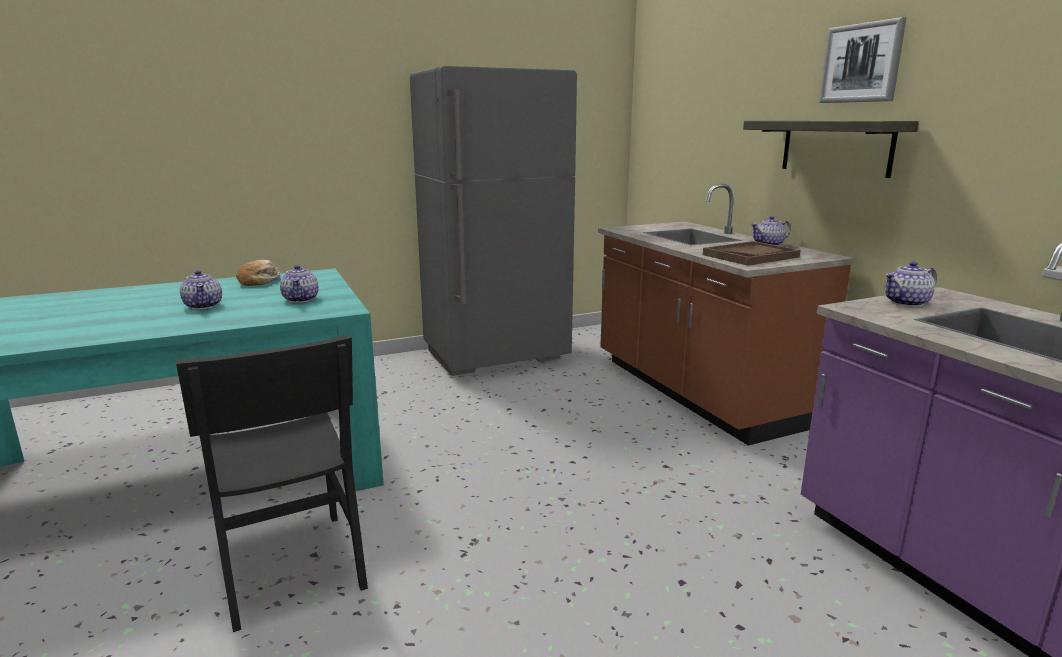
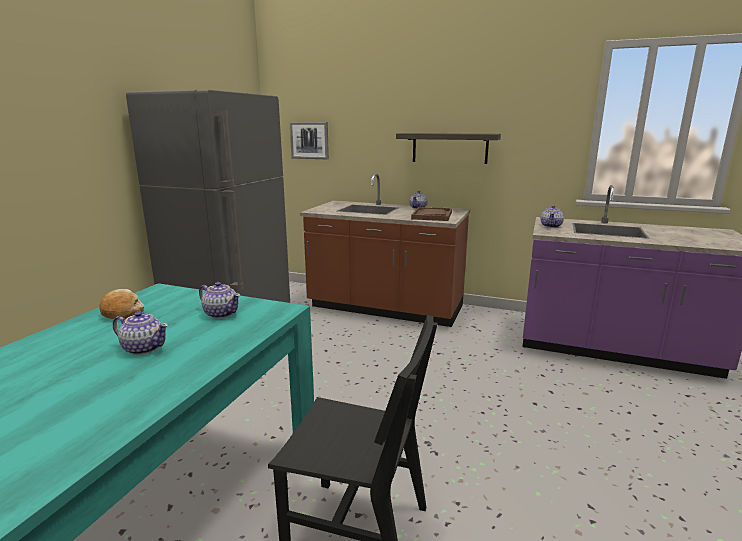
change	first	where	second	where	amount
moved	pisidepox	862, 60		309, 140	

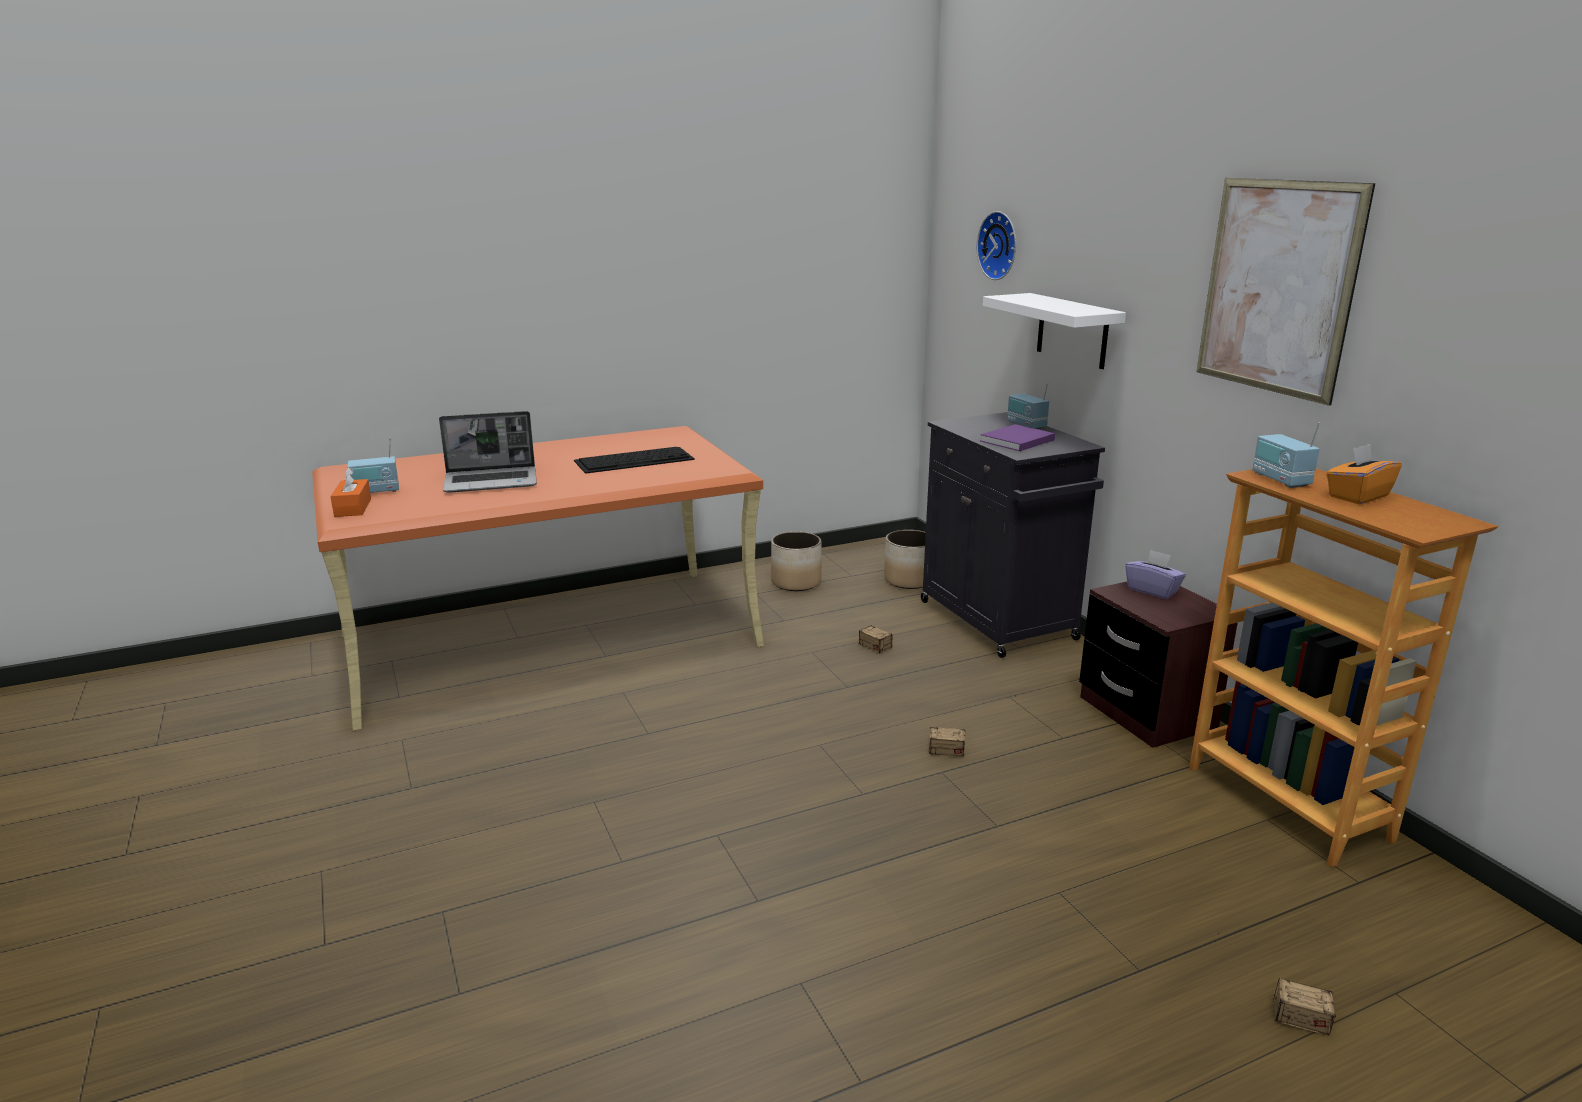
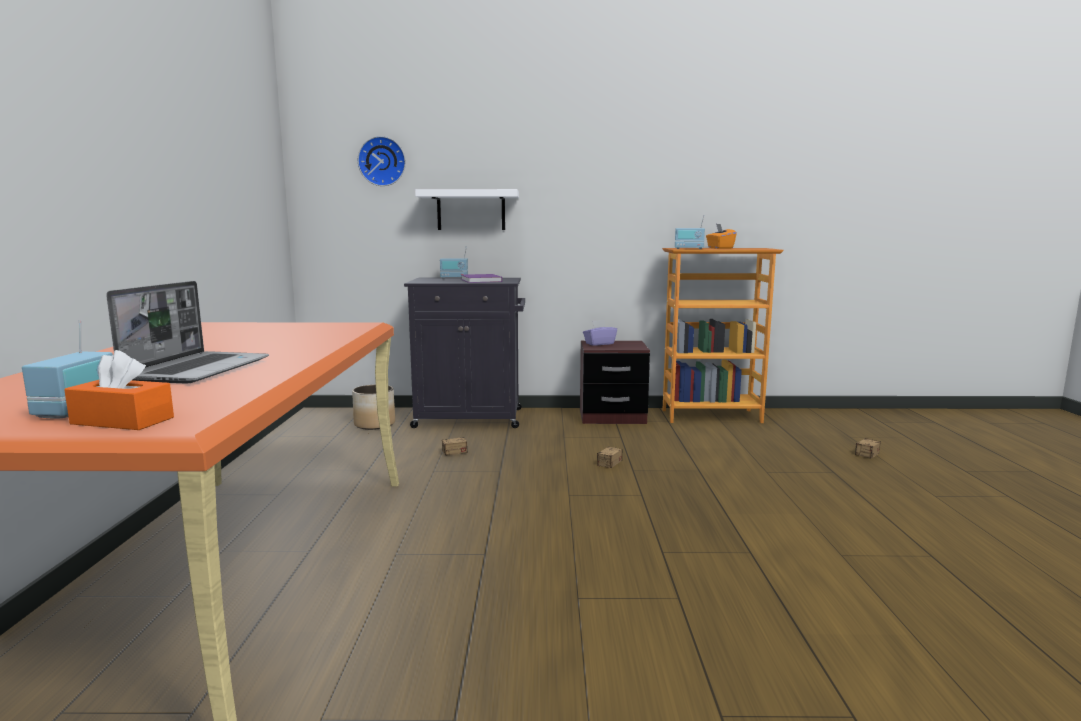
change	first	where	second	where	amount
removed	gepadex	634, 460			
removed	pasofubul	796, 561			
removed	pisidepox	1285, 292			

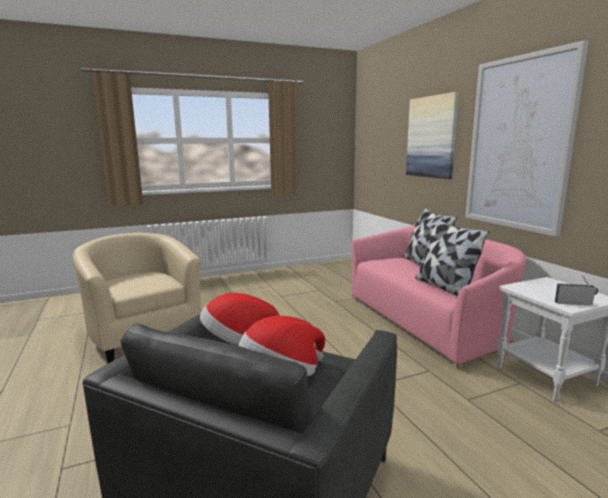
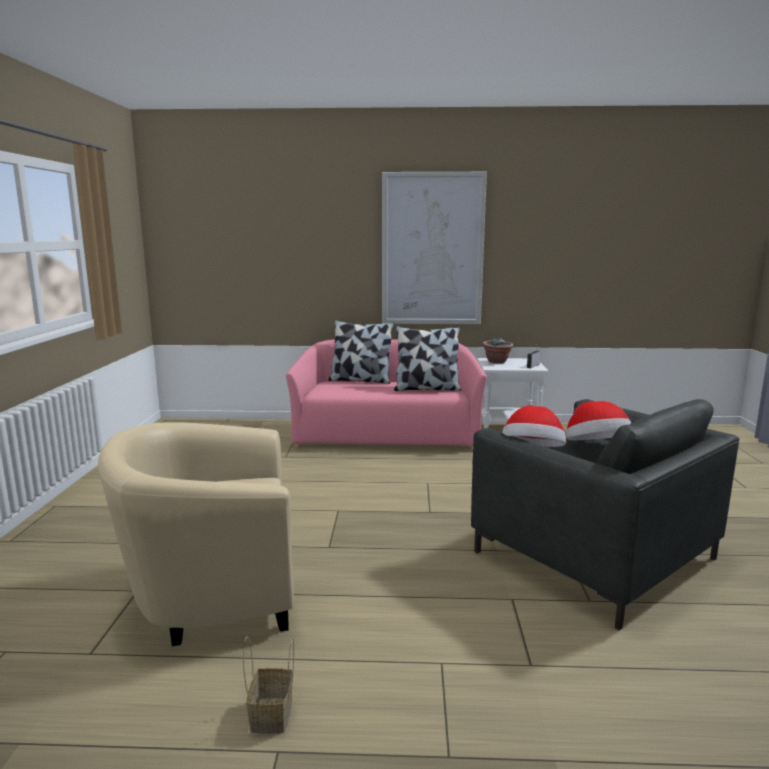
change	first	where	second	where	amount
added			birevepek	268, 685	
added			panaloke	498, 351	
removed	pisidepox	432, 135			

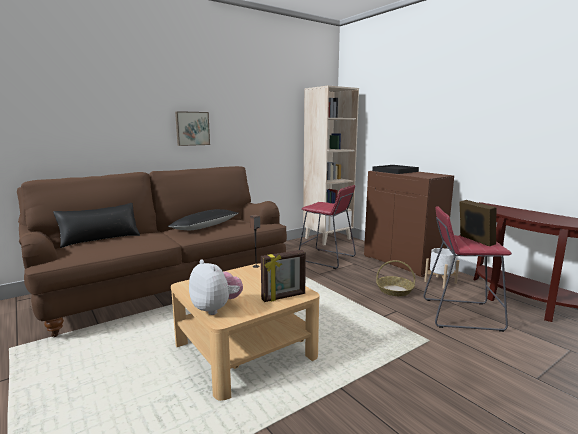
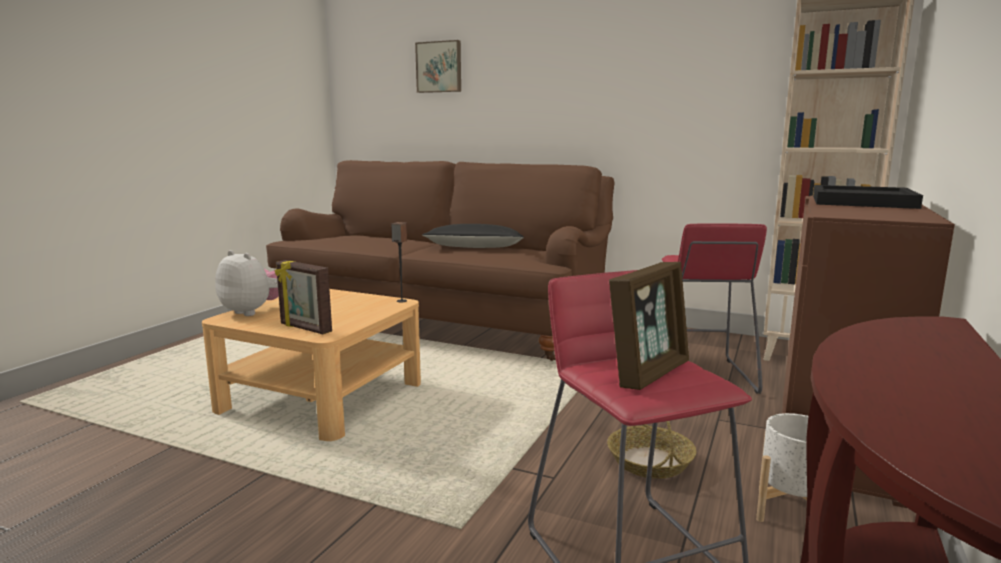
change	first	where	second	where	amount
turned	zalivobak	216, 287		247, 283	75 degrees counterclockwise
moved	pisidepox	192, 128		438, 66	
removed	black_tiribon	96, 225			

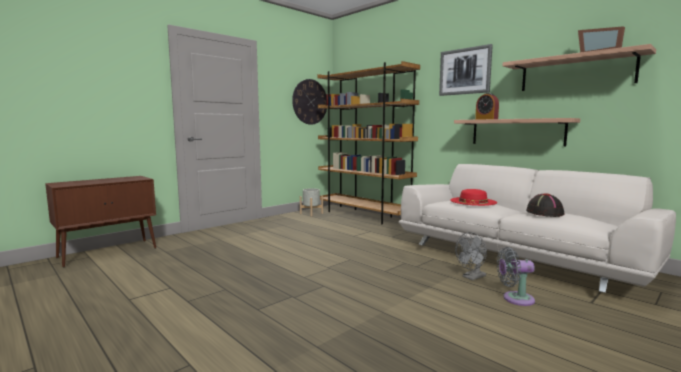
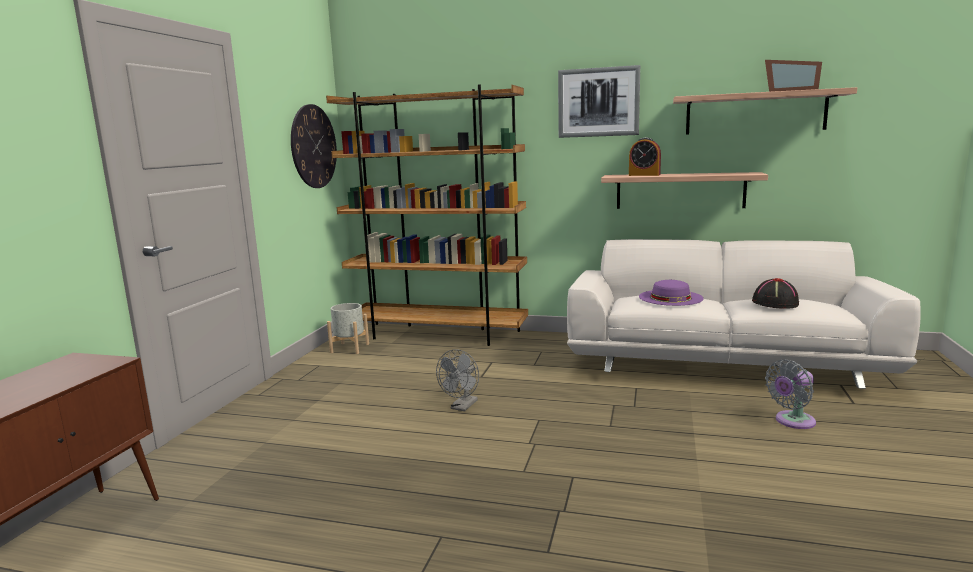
change	first	where	second	where	amount
moved	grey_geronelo	471, 256		457, 380	
recoloured	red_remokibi	473, 197	purple_remokibi	671, 293	

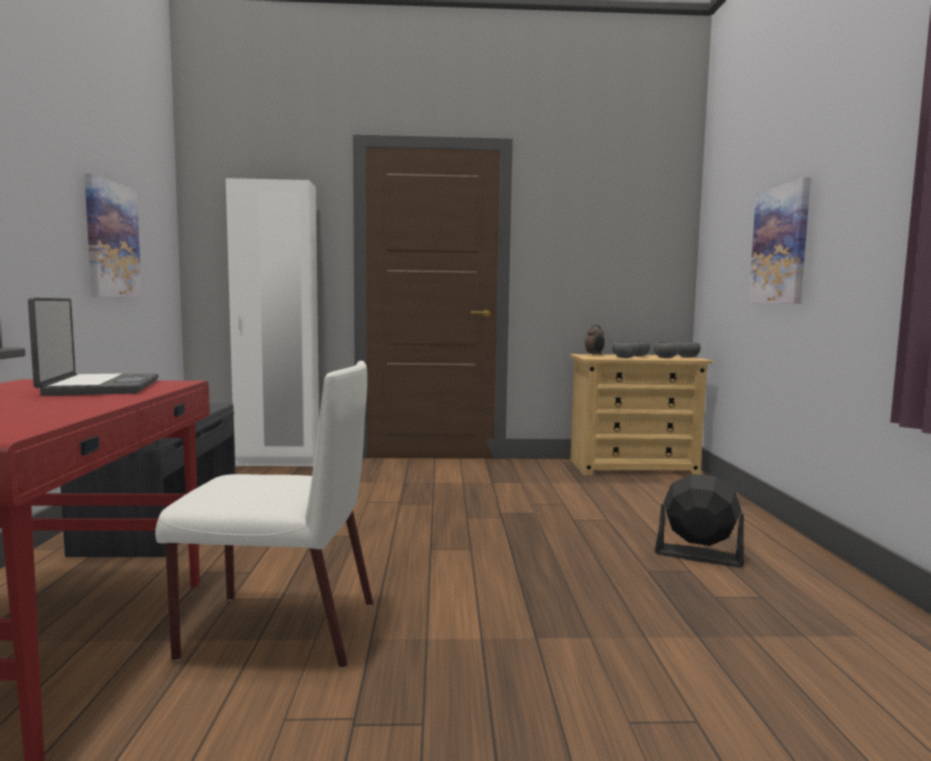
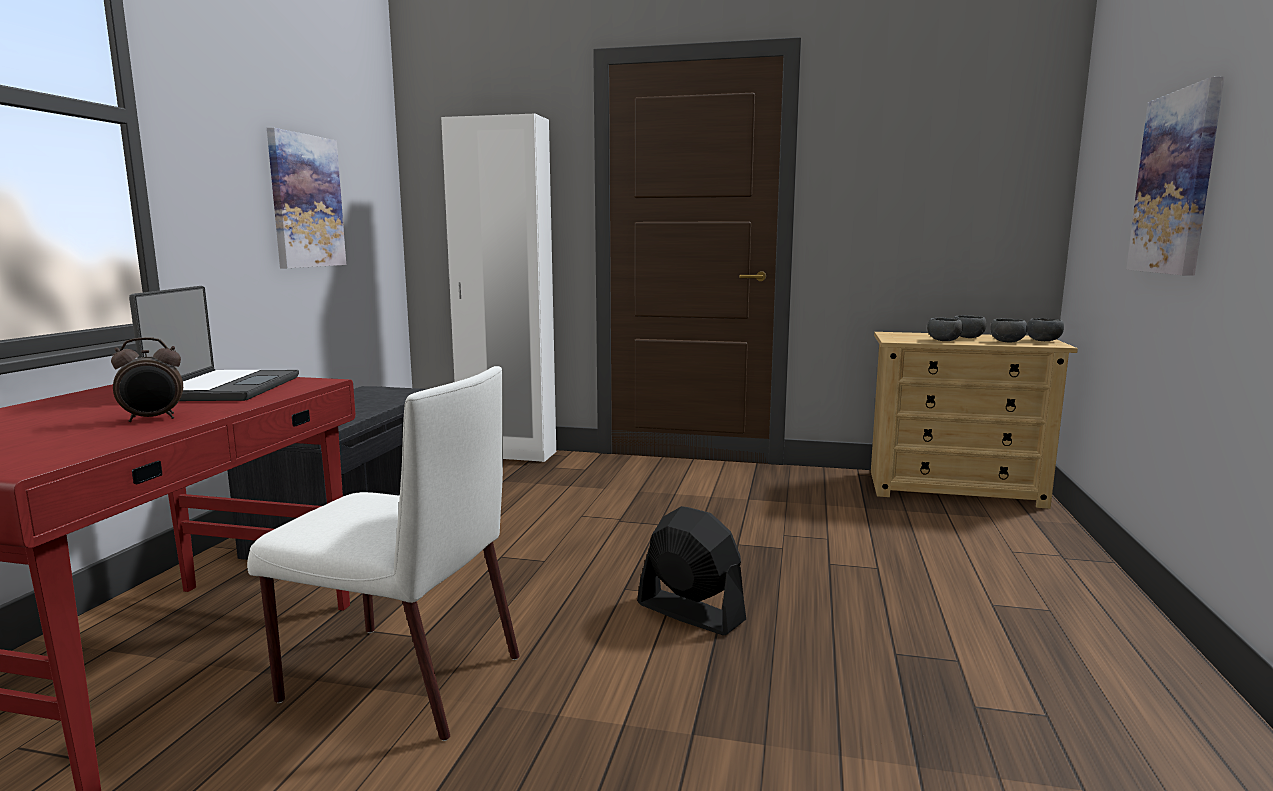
change	first	where	second	where	amount
moved	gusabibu	595, 340		147, 379	
moved	black_geronelo	699, 520		691, 570	

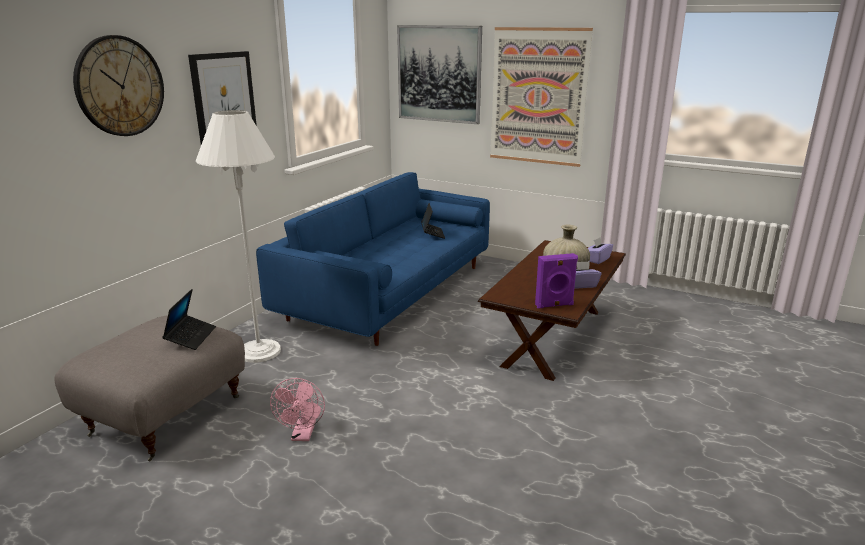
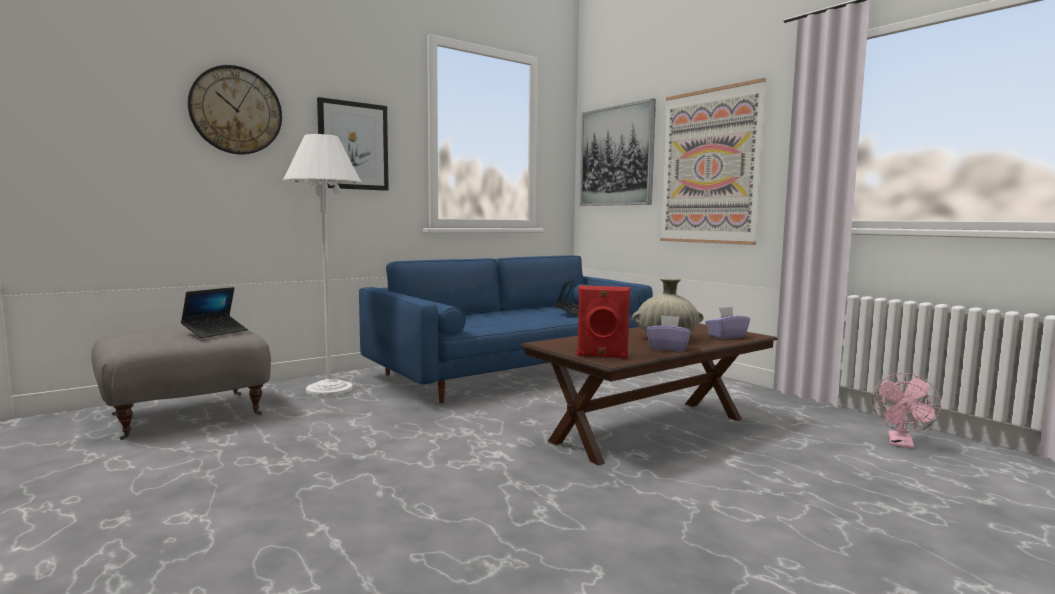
change	first	where	second	where	amount
recoloured	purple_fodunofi	556, 281	red_fodunofi	603, 322	
moved	pink_geronelo	297, 409		906, 411	

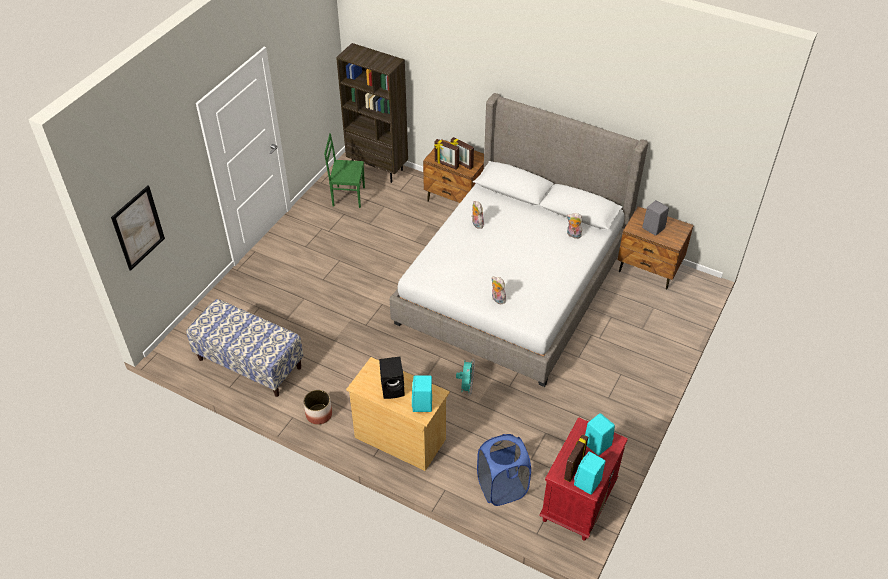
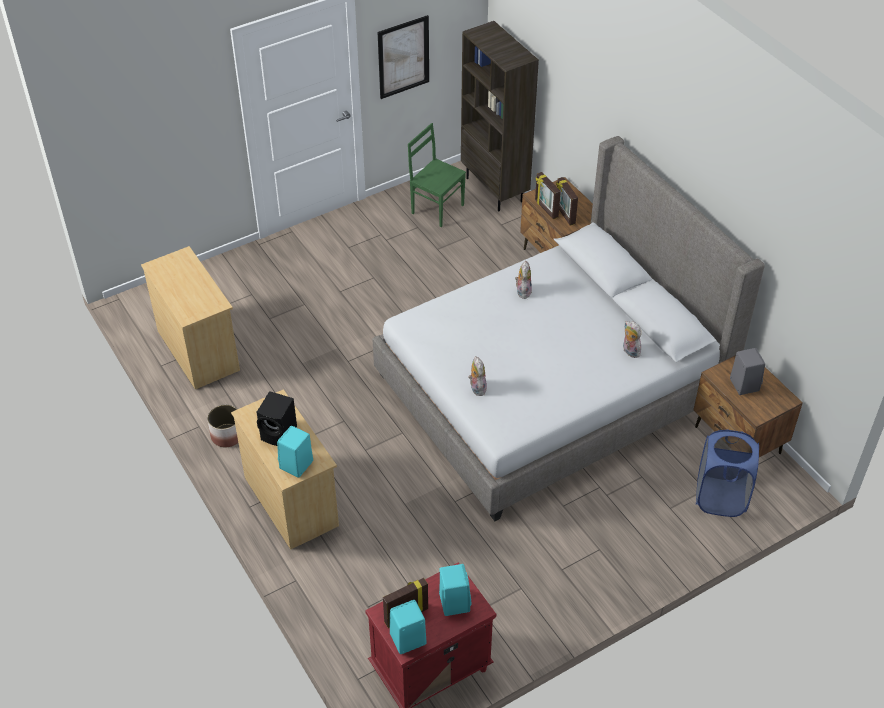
change	first	where	second	where	amount
replaced	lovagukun	244, 348	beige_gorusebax	190, 318	
moved	pisidepox	138, 228		403, 57	
moved	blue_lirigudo	504, 470		727, 473	
removed	turquoise_geronelo	465, 377			

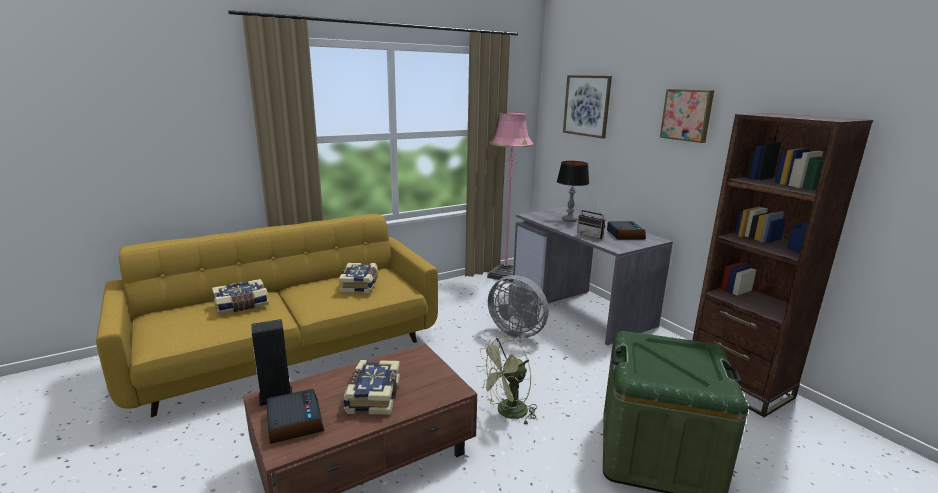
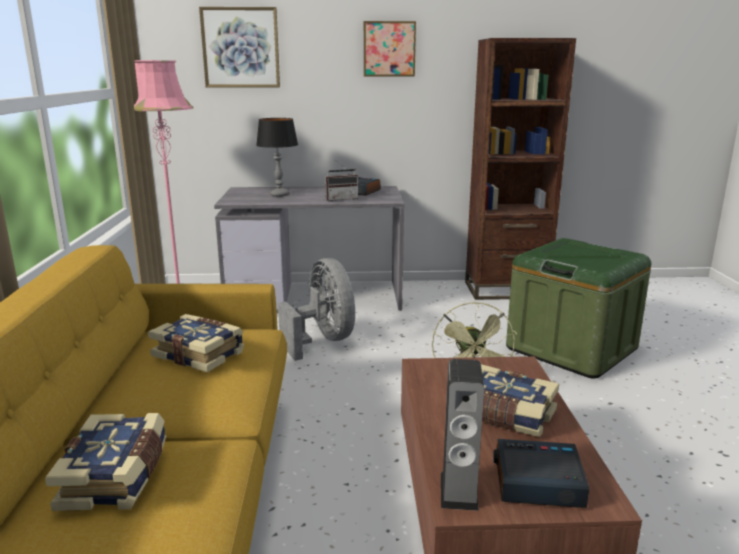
change	first	where	second	where	amount
turned	grey_geronelo	518, 306		316, 309	90 degrees counterclockwise

